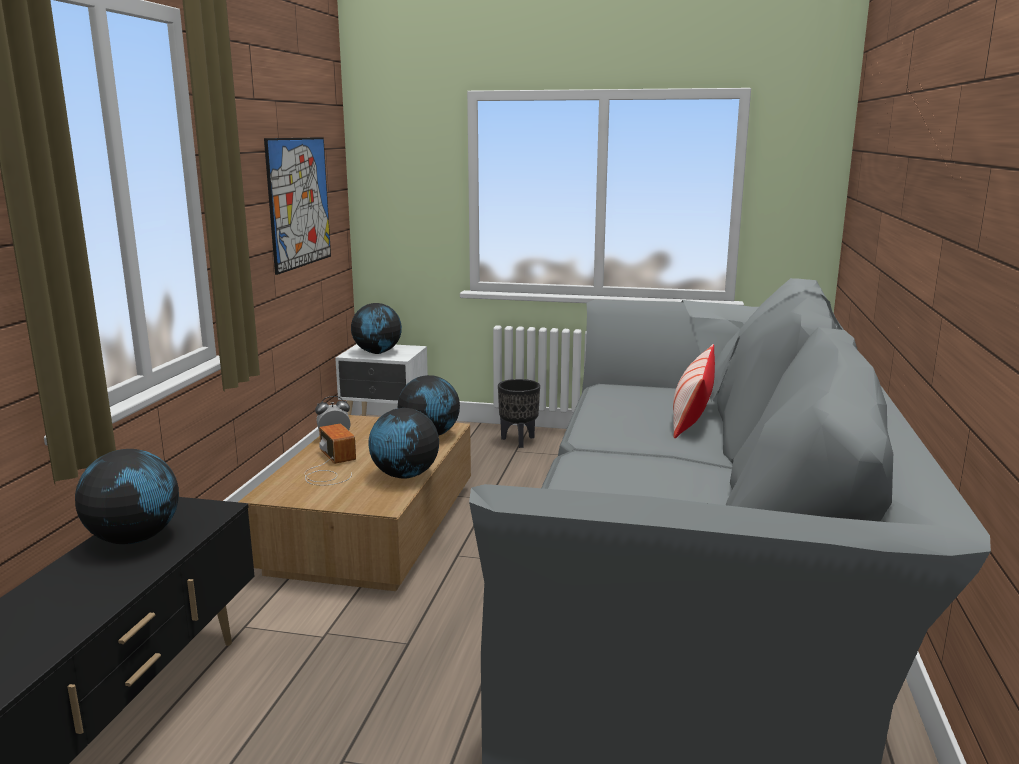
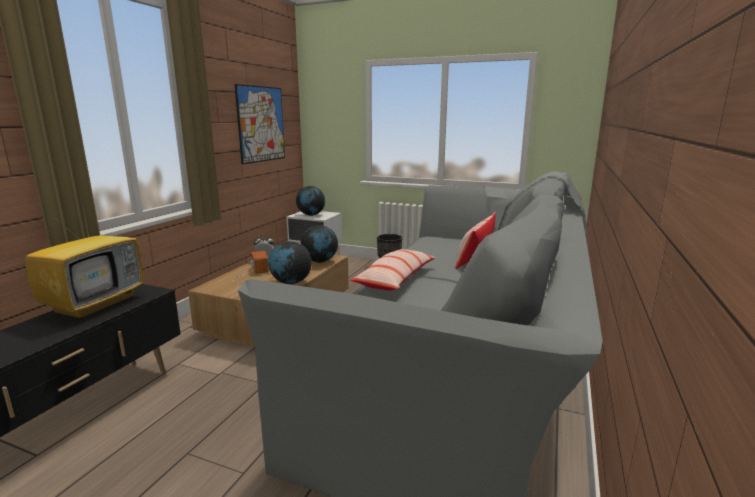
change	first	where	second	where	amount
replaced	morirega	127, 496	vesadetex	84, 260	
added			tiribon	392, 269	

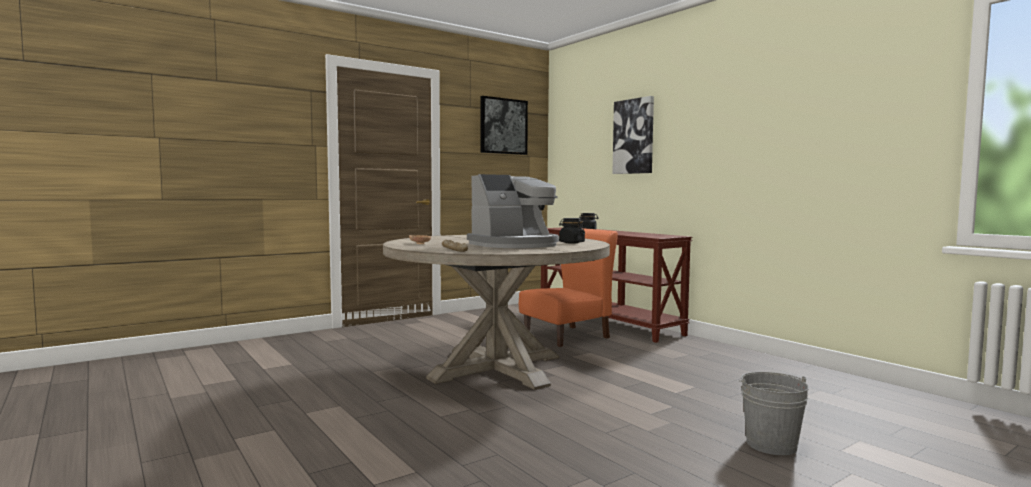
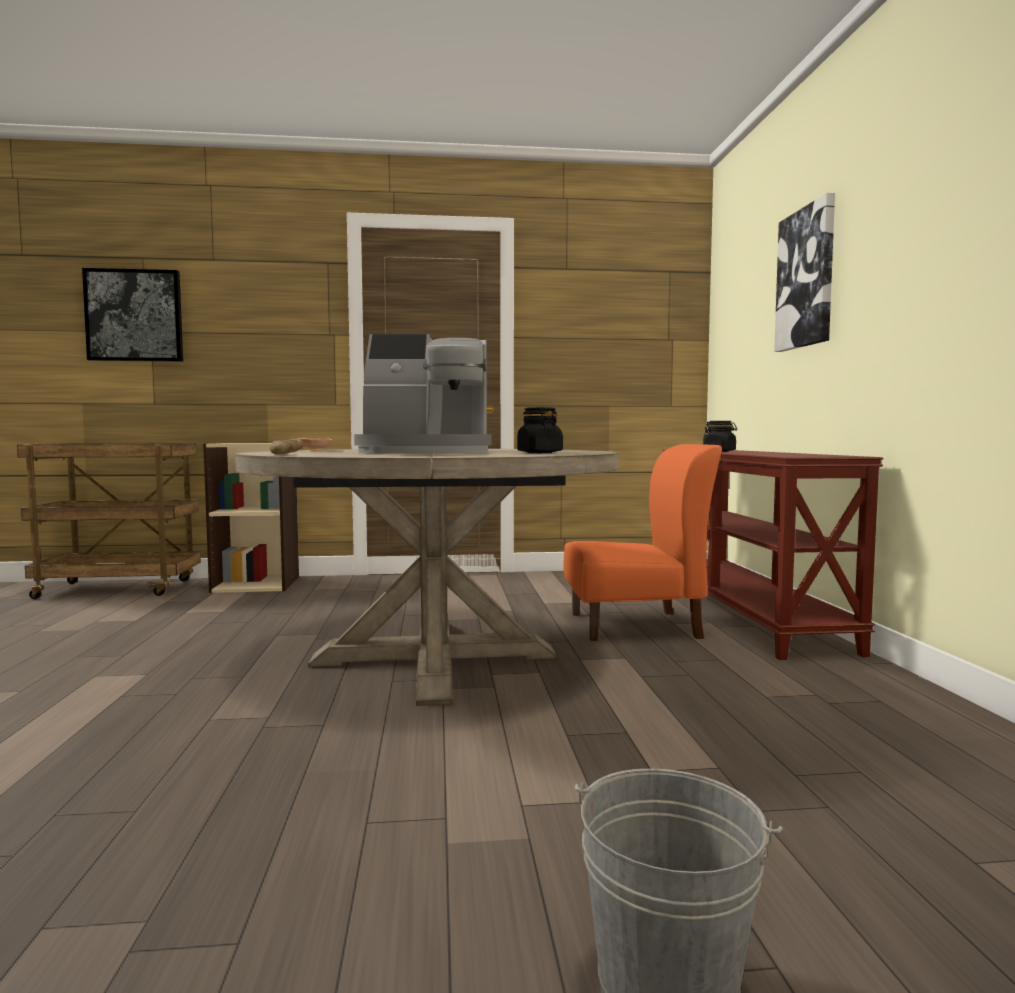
change	first	where	second	where	amount
added			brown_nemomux	109, 521	
moved	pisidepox	504, 125		132, 315	
added			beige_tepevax	251, 518	

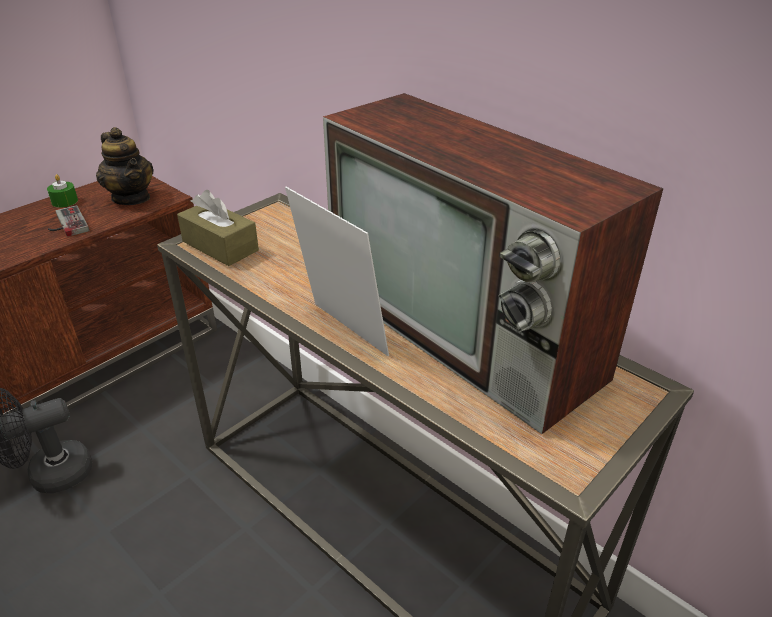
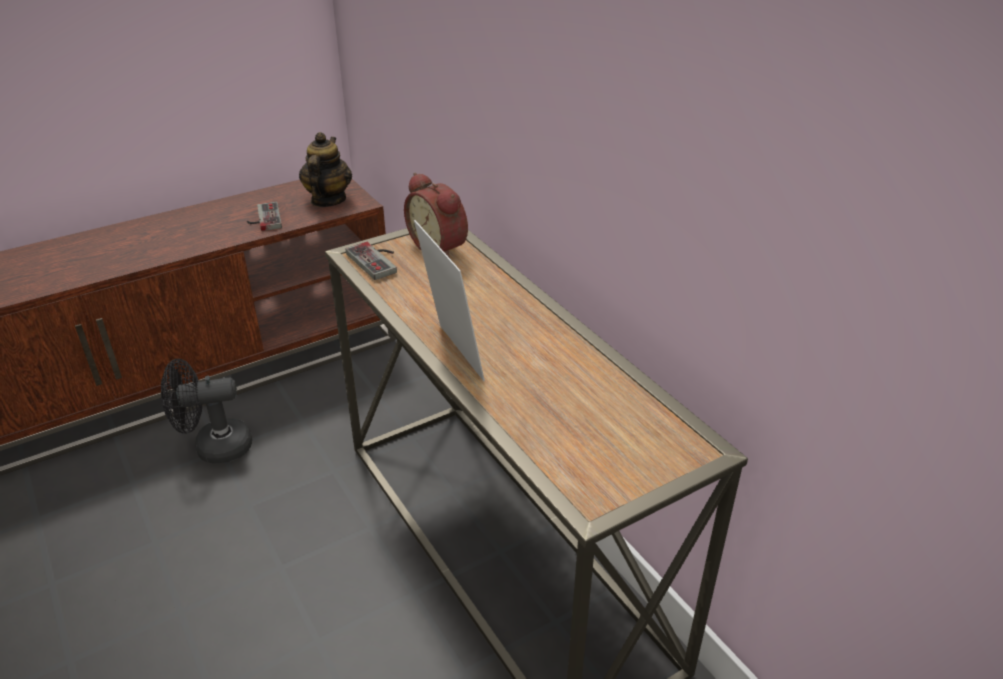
change	first	where	second	where	amount
turned	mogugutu	124, 166		325, 169	150 degrees counterclockwise
replaced	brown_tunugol	218, 228	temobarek	371, 261	
added			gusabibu	436, 215	
removed	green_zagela	62, 191			
removed	vesadetex	493, 263			

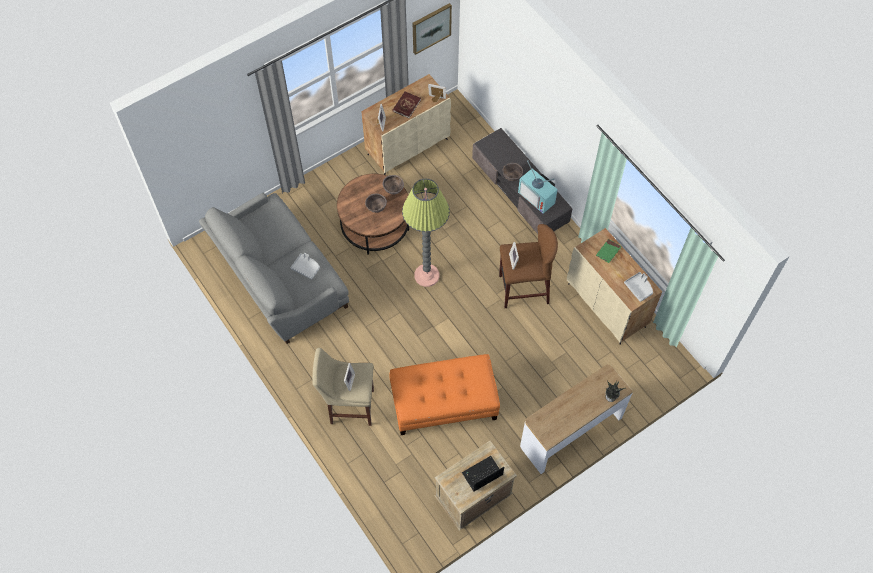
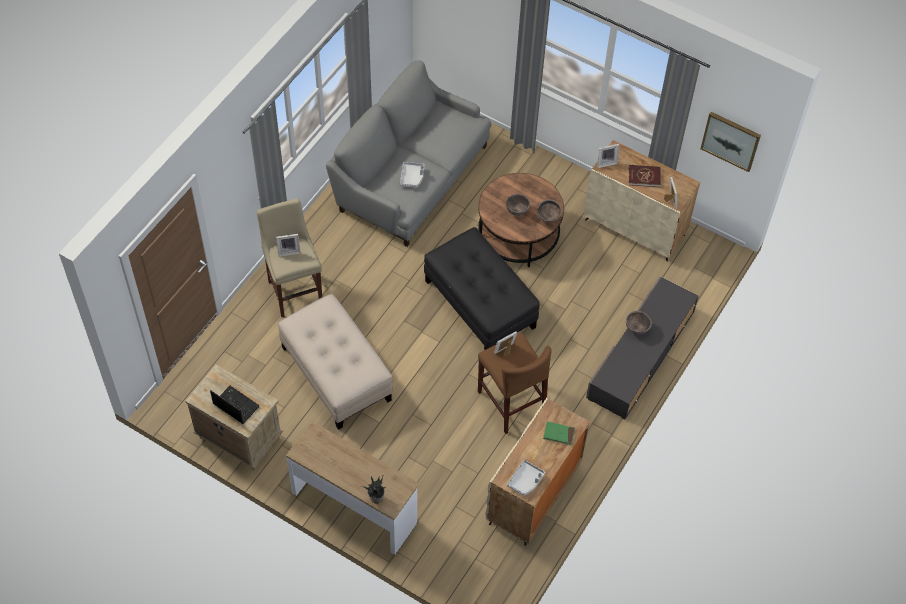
change	first	where	second	where	amount
recoloured	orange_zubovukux	444, 394	beige_zubovukux	335, 362	
replaced	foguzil	426, 233	black_zubovukux	481, 288	
removed	vesadetex	538, 187			

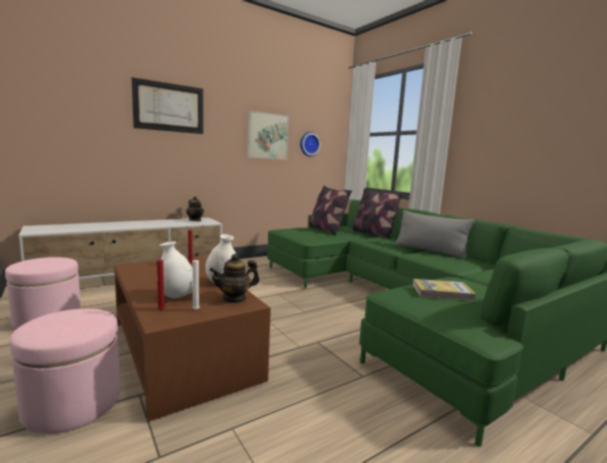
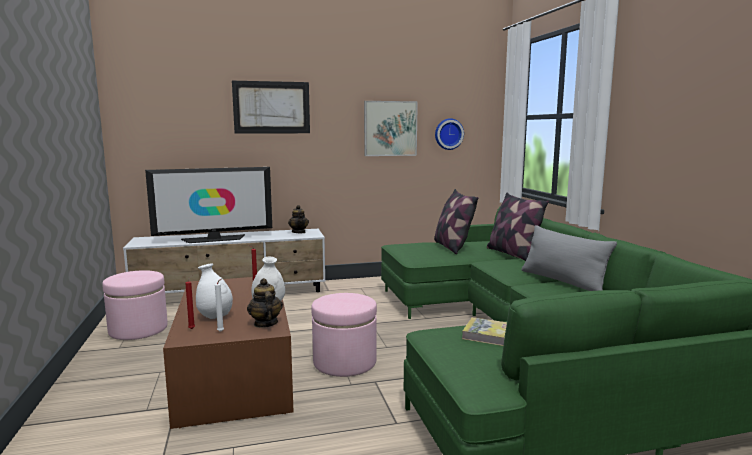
change	first	where	second	where	amount
added			vesadetex	208, 205	
turned	mogugutu	234, 278		265, 303	75 degrees clockwise
moved	pink_zubovukux	65, 371		344, 335	

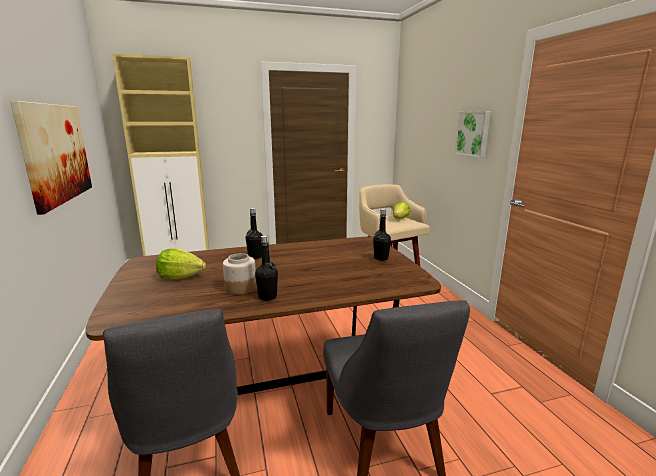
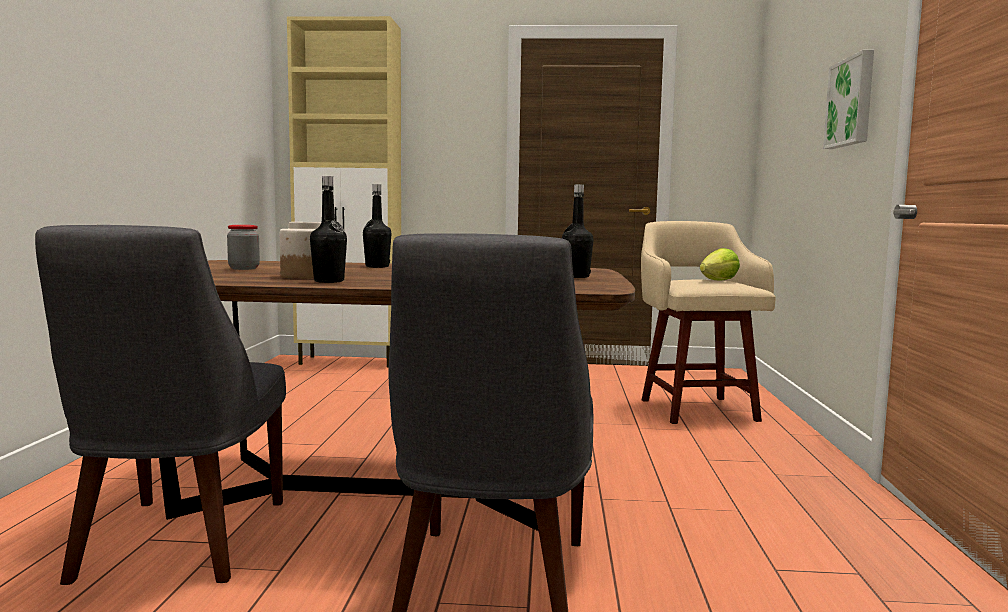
change	first	where	second	where	amount
replaced	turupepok	181, 264	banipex	243, 247	
removed	pisidepox	51, 158			

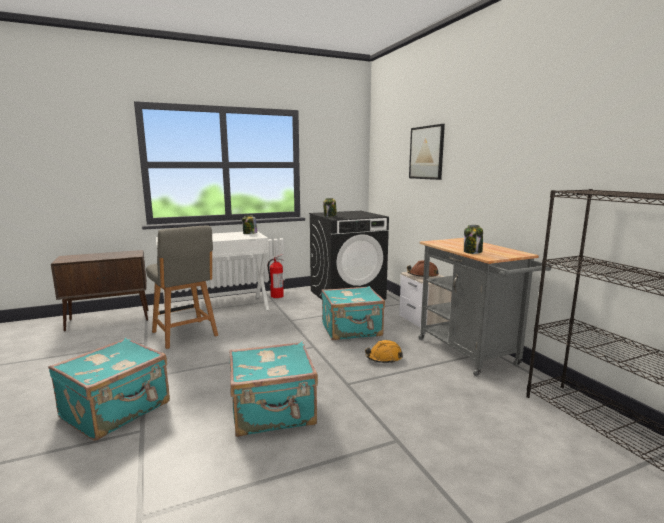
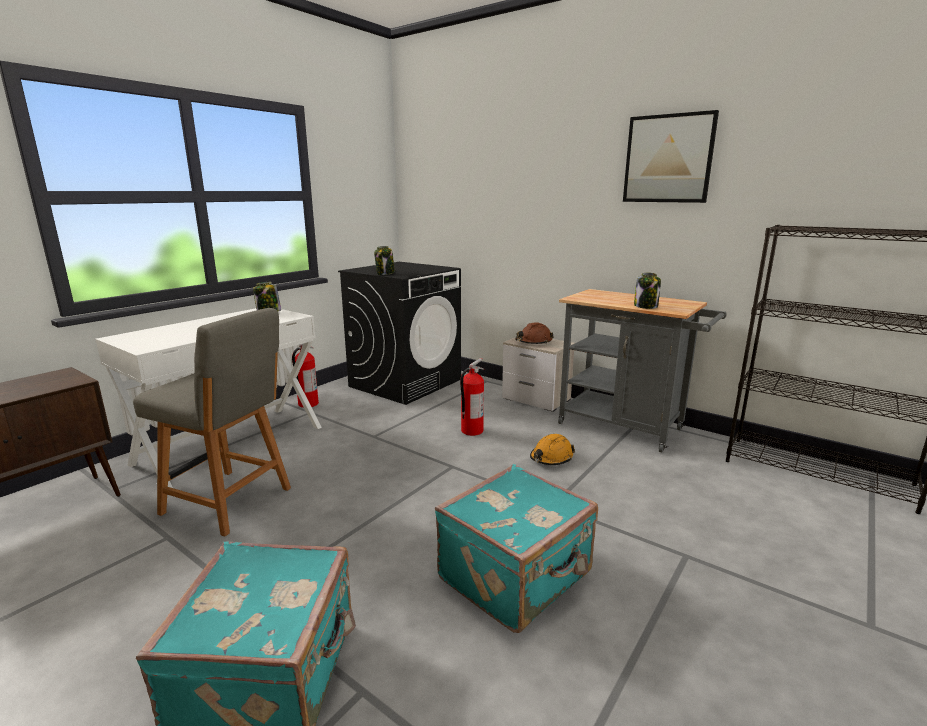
change	first	where	second	where	amount
replaced	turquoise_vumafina	353, 313	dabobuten	472, 397	
moved	pisidepox	427, 152		671, 156	

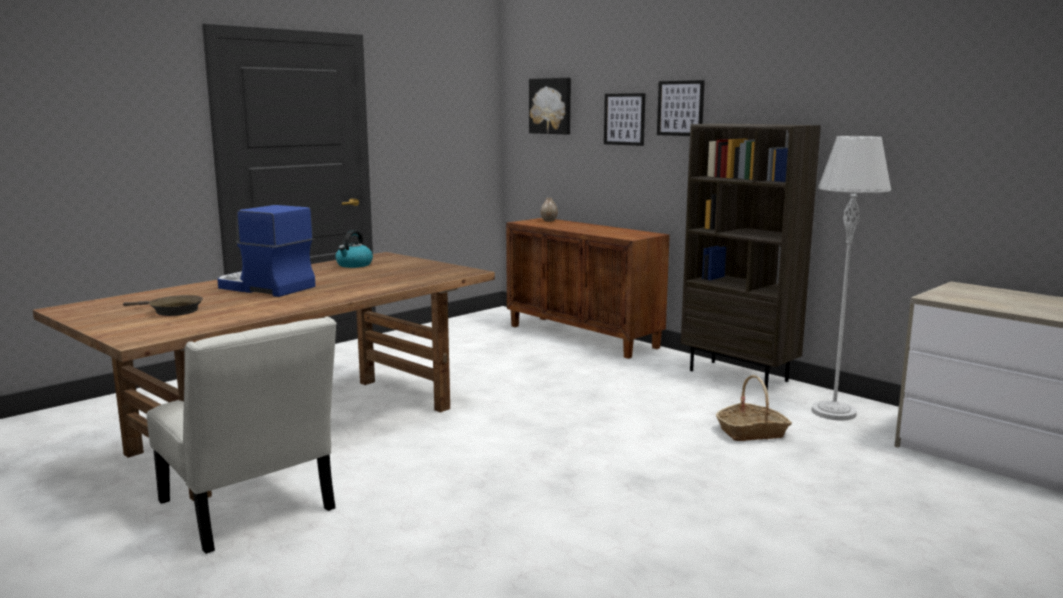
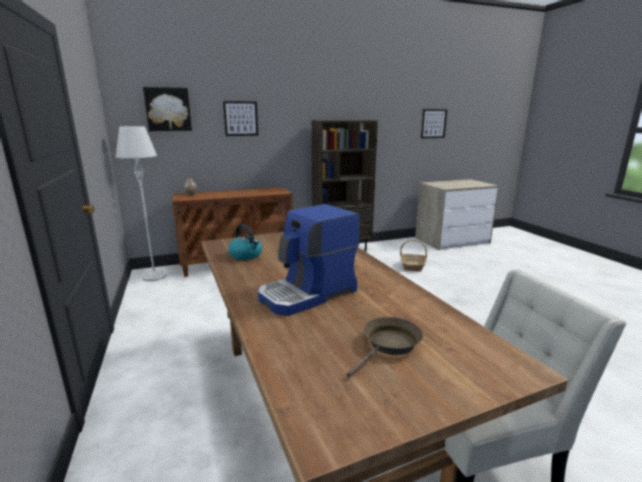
change	first	where	second	where	amount
moved	grey_foguzil	851, 278		141, 203	
moved	pisidepox	681, 108		434, 123	

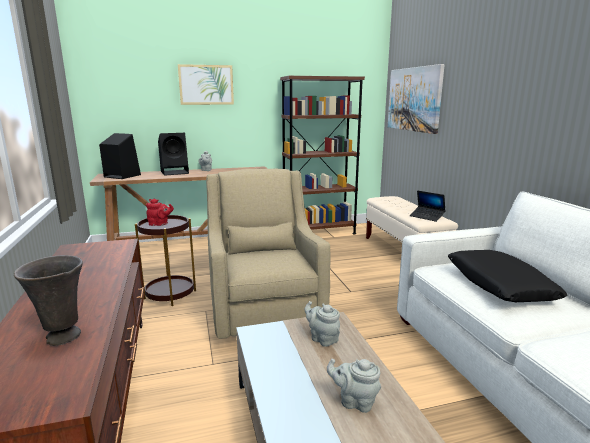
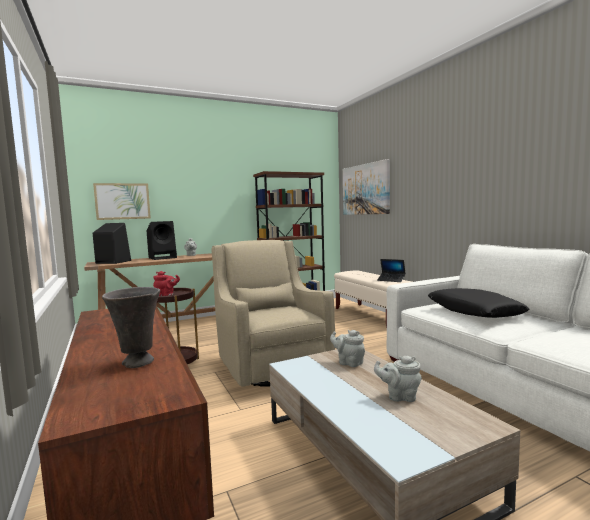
change	first	where	second	where	amount
moved	pisidepox	206, 84		122, 201	

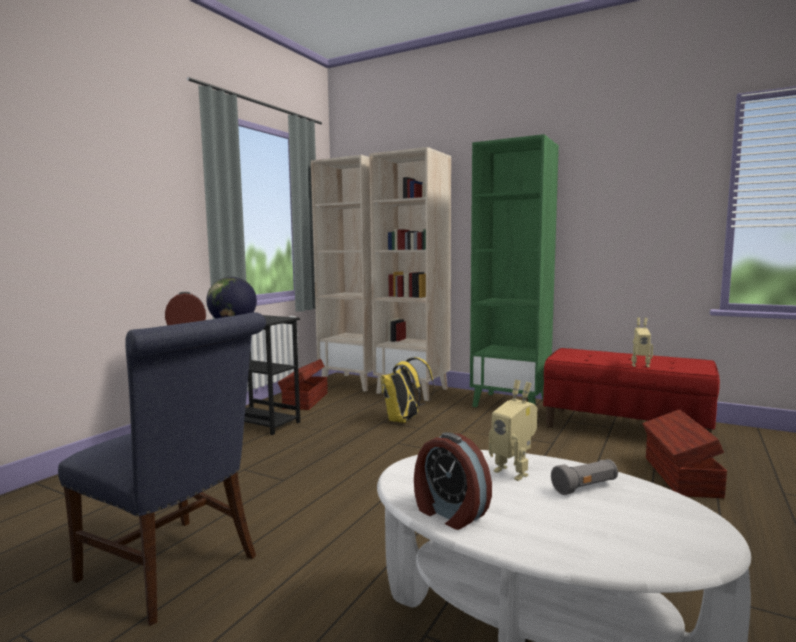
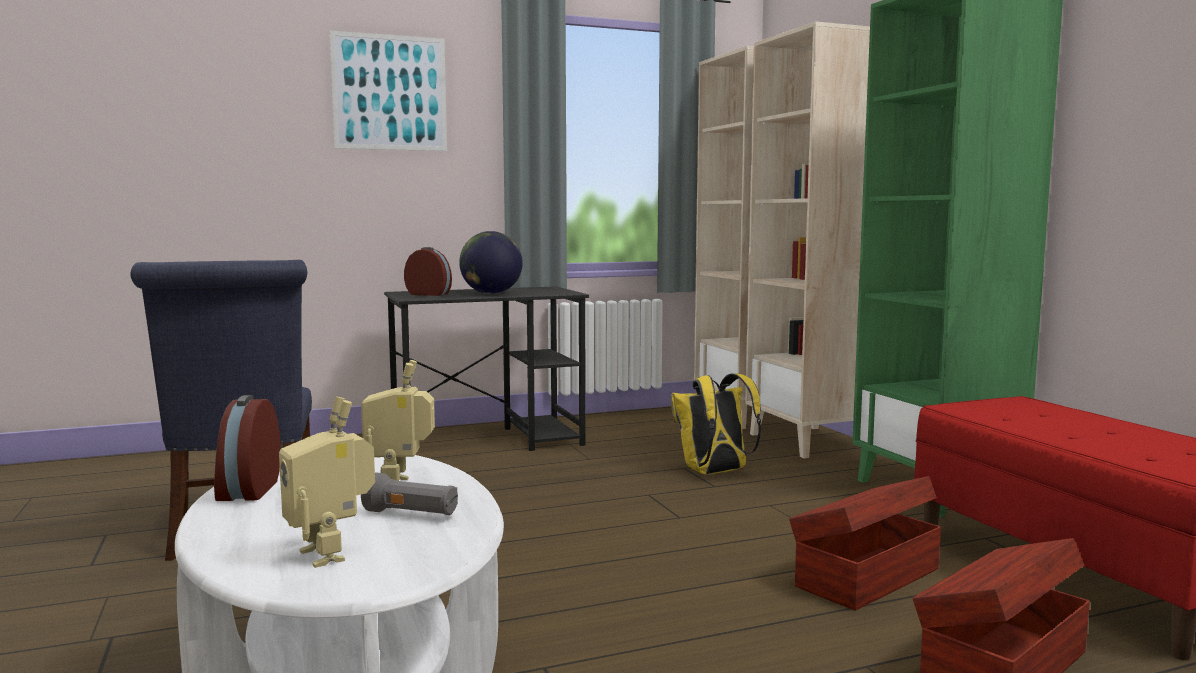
change	first	where	second	where	amount
moved	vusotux	642, 342		327, 482	
added			pisidepox	388, 91	
moved	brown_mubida	303, 384		865, 543	

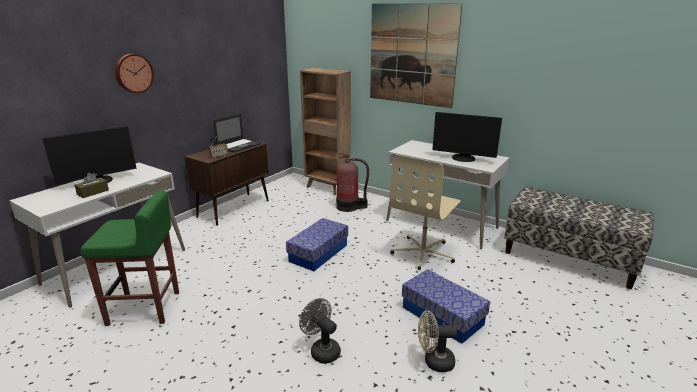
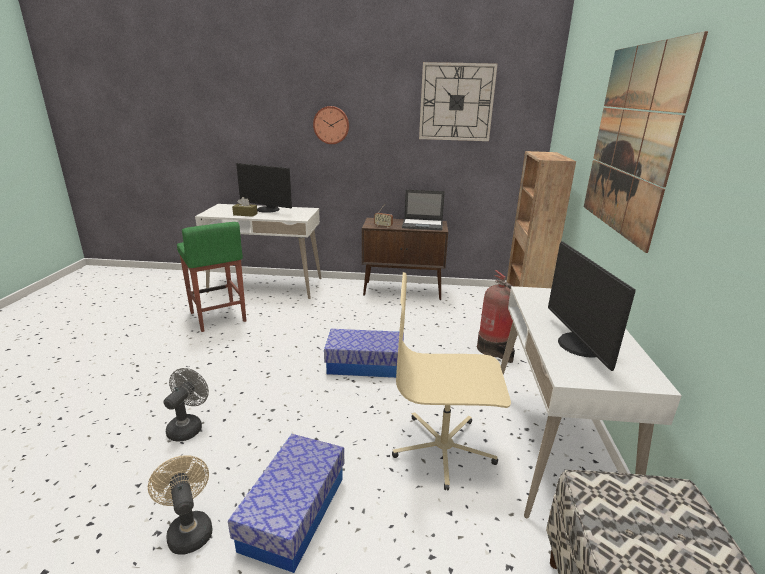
change	first	where	second	where	amount
added			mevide	458, 101	

